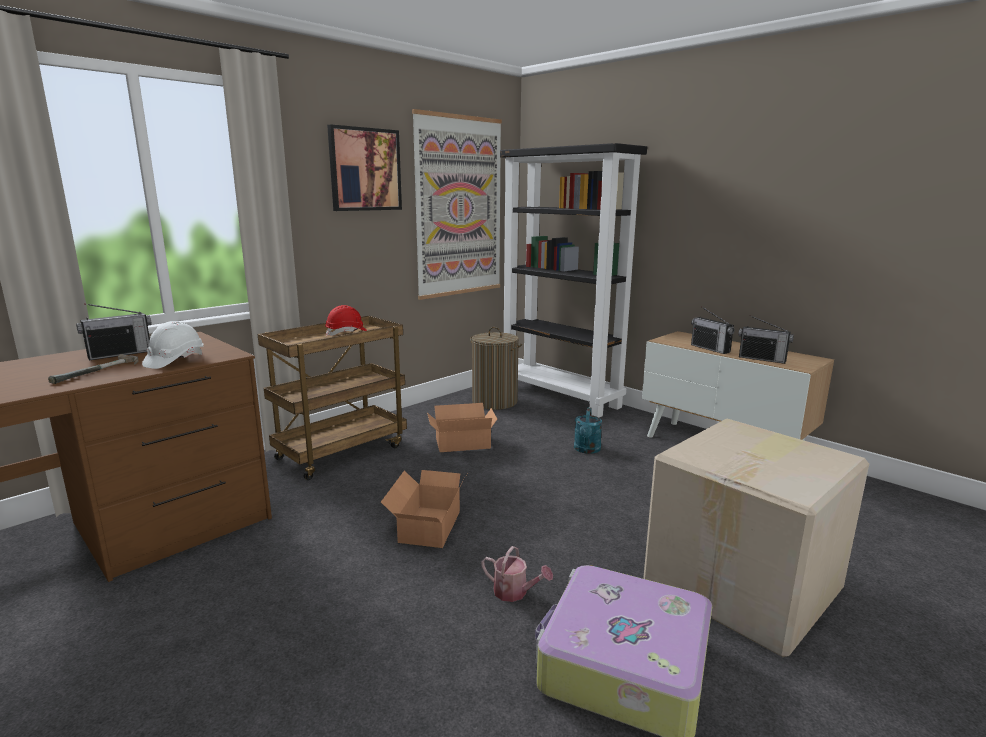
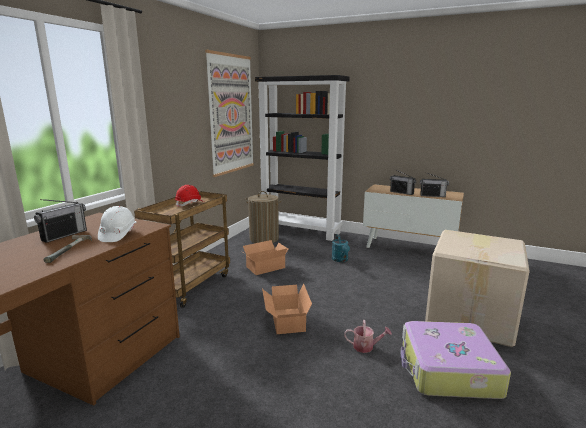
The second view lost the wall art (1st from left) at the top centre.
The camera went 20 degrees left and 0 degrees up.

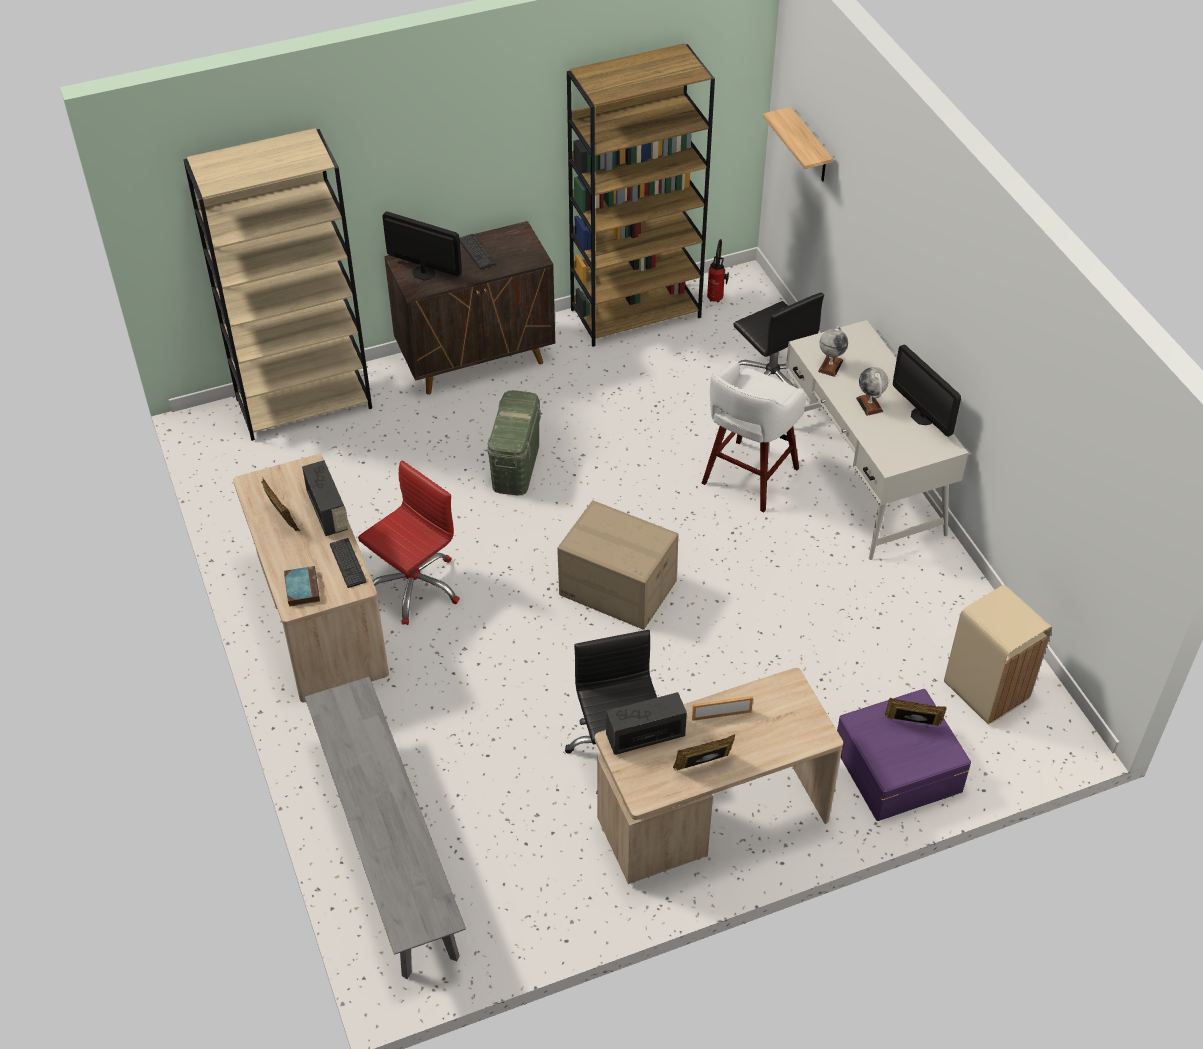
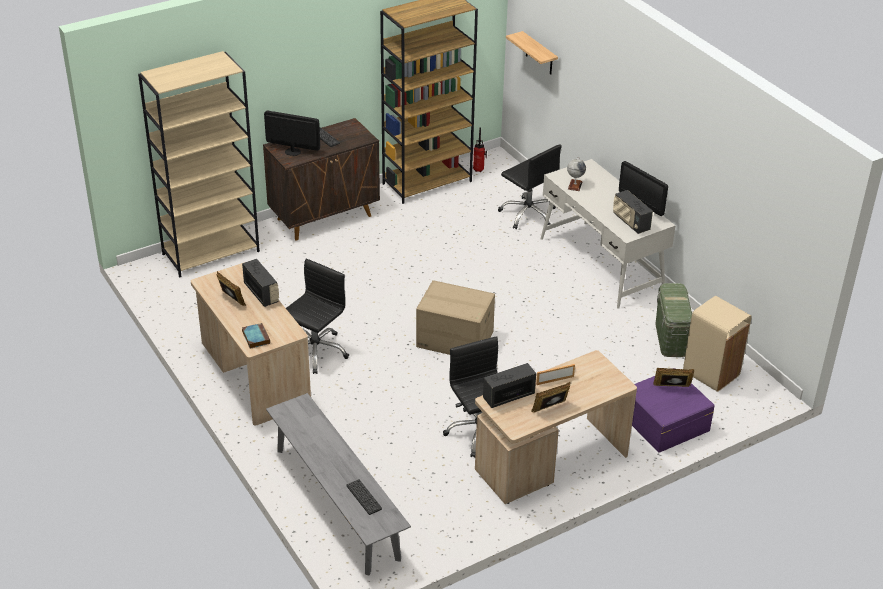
The computer keyboard (1st from left in the first image) ended up elsewhere, having gone from the middle left to the bottom centre.
What was the office chair (red) at the centre turned into the office chair (black-coloured) (1st from left) at the centre.
The storage bin (greenish) ended up elsewhere, having gone from the centre to the middle right.
The second view lost the sitting stool (white) at the centre.
The second view lost the world globe (2nd from left) at the middle right.
The second view gained the radio set (3rd from left) at the middle right.
The camera went 10 degrees left and 10 degrees down.

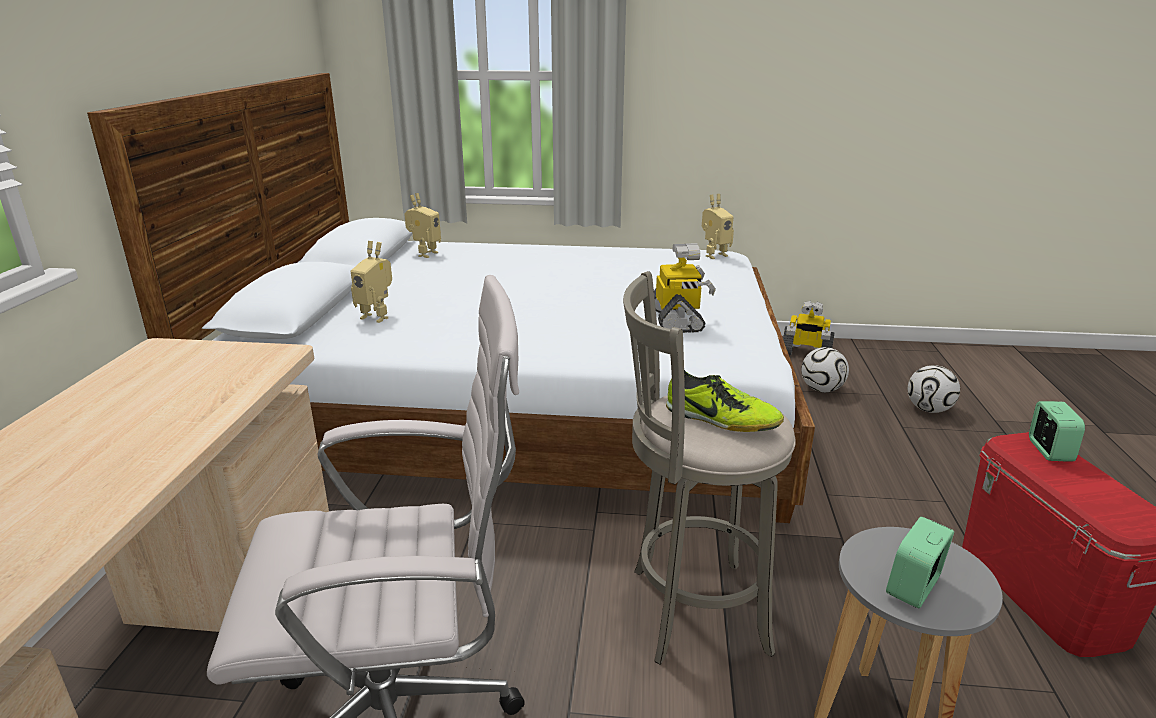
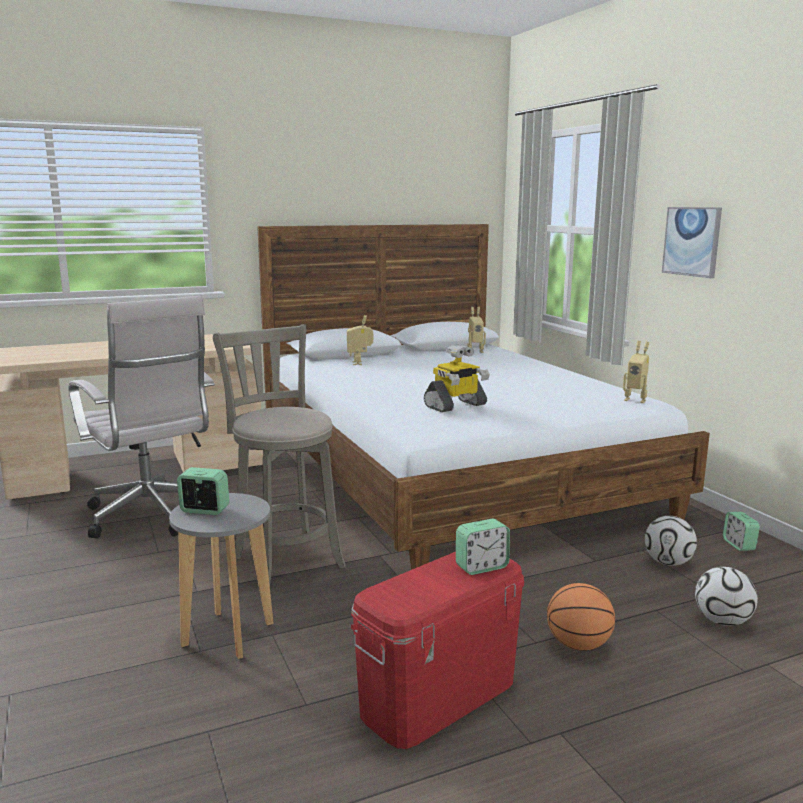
The second view lost the low shoe at the centre.
Where the model robot (5th from left) stood at the middle right, the alarm clock (3rd from left) came to stand at the middle right.
The second view gained the ball for basketball at the bottom right.
The second view gained the wall art at the top right.
The camera went 60 degrees right and 10 degrees down.

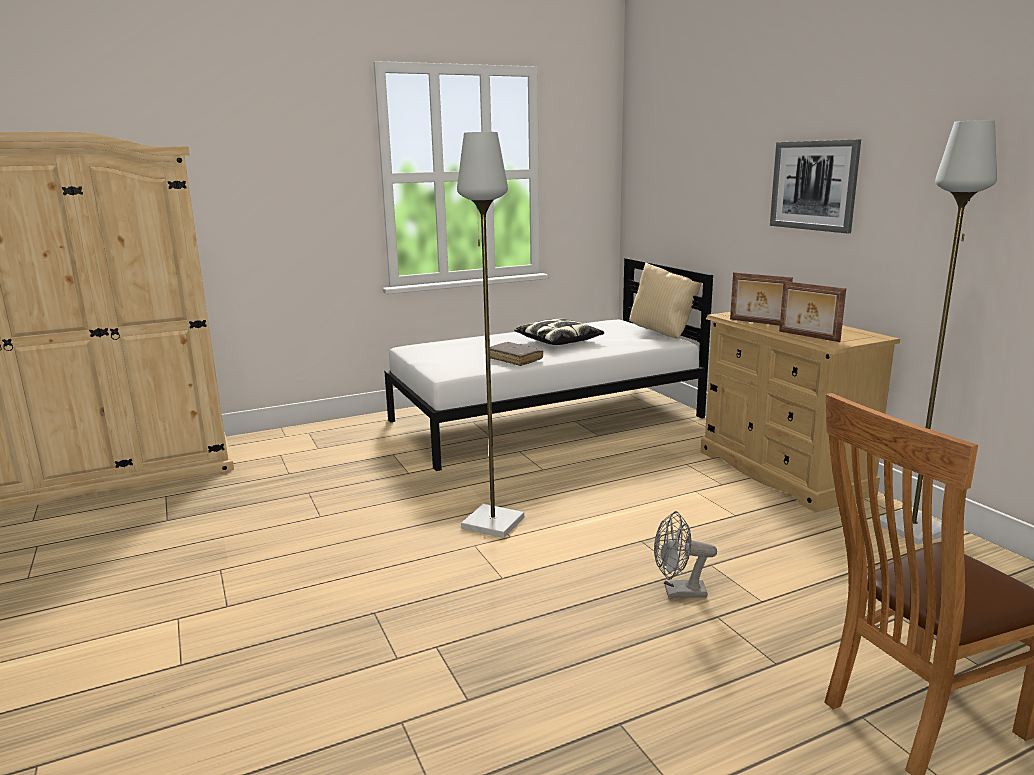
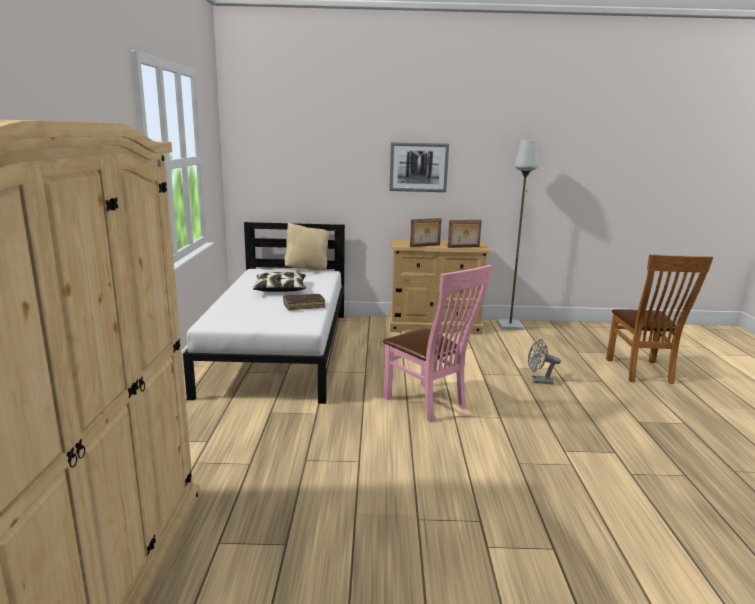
Where the standard lamp (greyish) (1st from left) stood at the centre, the upright chair (pink-coloured) came to stand at the centre.
The electric fan (greyish) at the bottom centre ended up facing another way, 75 degrees clockwise from before.
The camera went 65 degrees left and 0 degrees up.

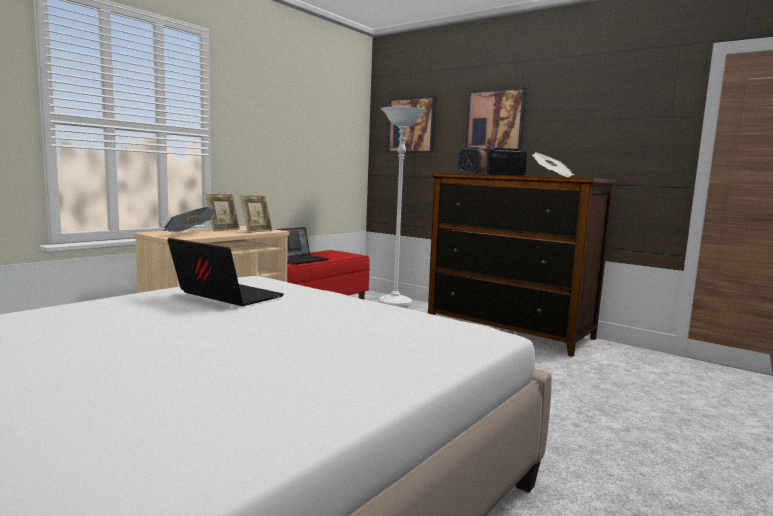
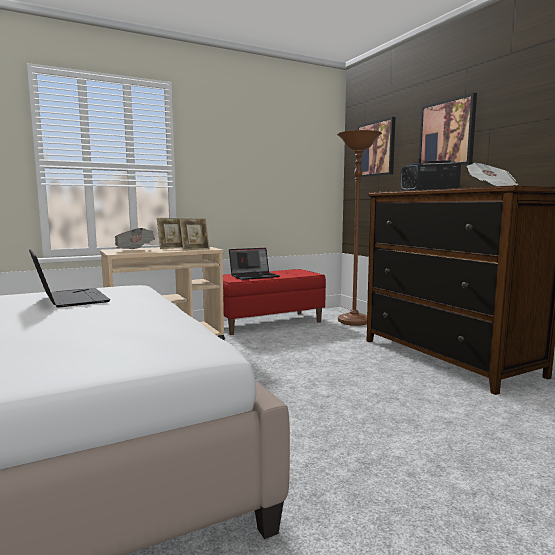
What was the standard lamp (white) at the centre turned into the standard lamp (brown) at the centre.
The camera went 25 degrees right and 0 degrees up.

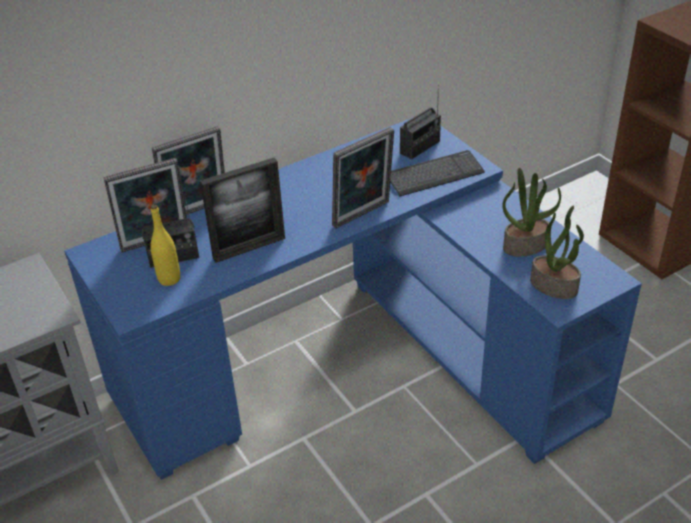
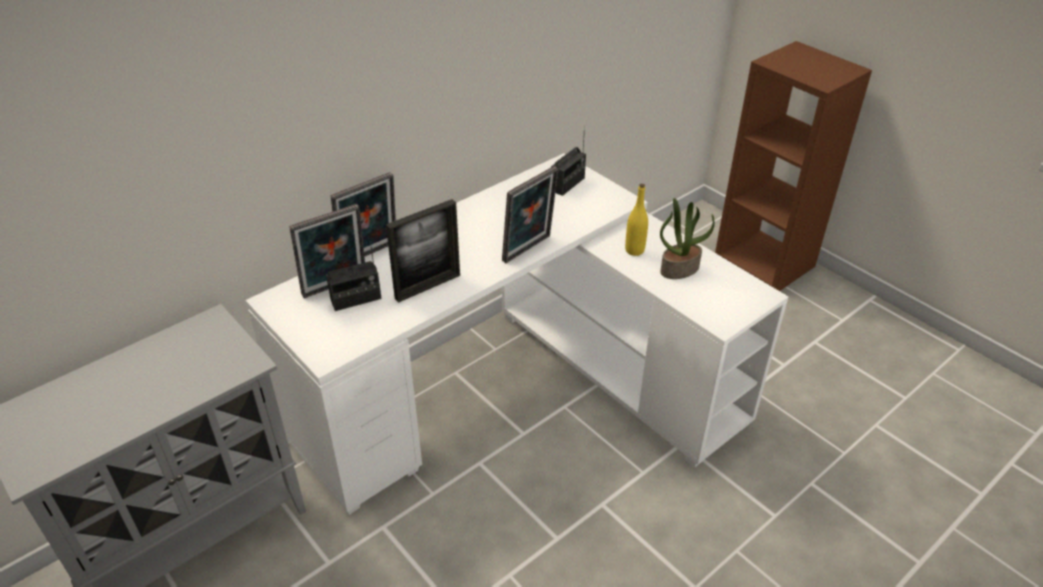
What was the desk table (bluish) at the centre turned into the desk table (white) at the centre.
The drink bottle (yellow) ended up elsewhere, having gone from the middle left to the centre.
The second view lost the computer keyboard at the top centre.
The second view lost the potted plant (2nd from left) at the middle right.
The camera went 10 degrees left and 0 degrees up.

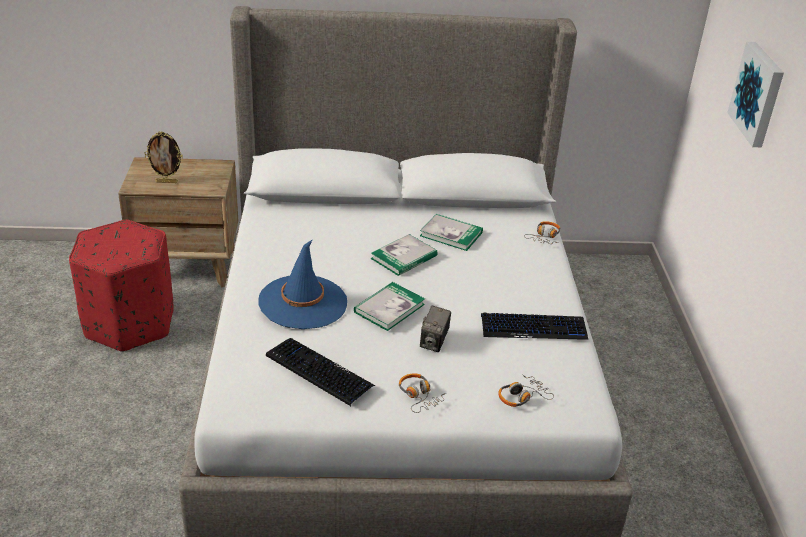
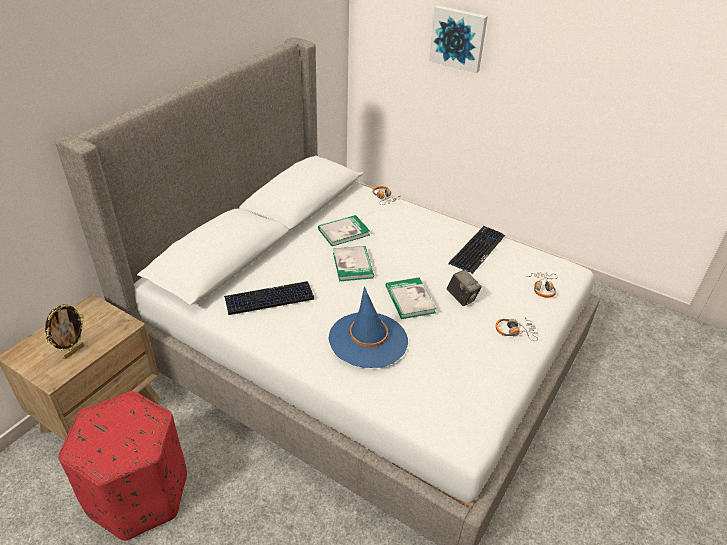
The computer keyboard (1st from left) ended up elsewhere, having gone from the bottom centre to the centre.
The camera went 55 degrees left and 5 degrees up.

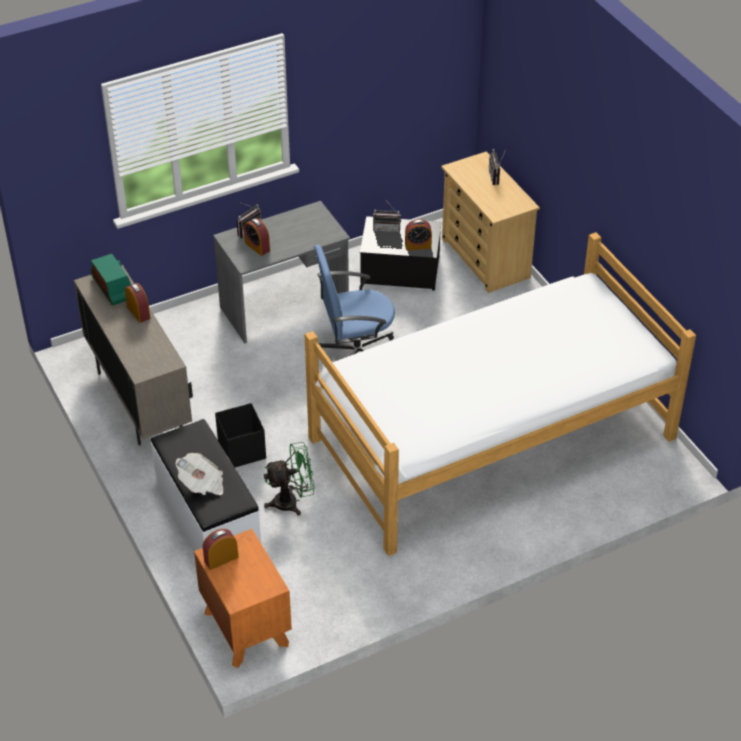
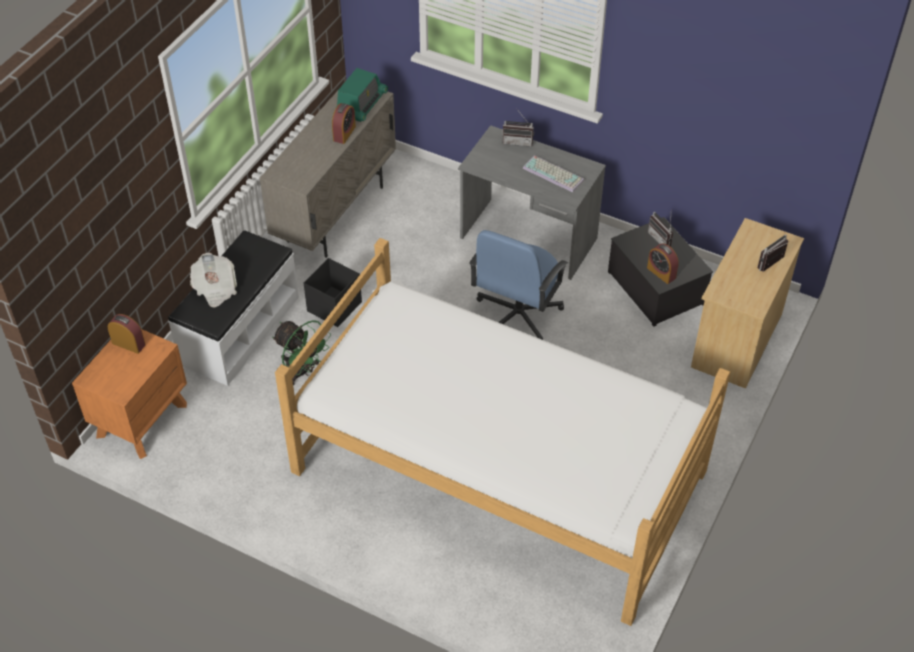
The second view lost the alarm clock (3rd from left) at the top centre.
The office chair (bluish) at the centre ended up facing another way, 105 degrees counterclockwise from before.
The second view gained the computer keyboard at the top centre.
The camera went 55 degrees right and 5 degrees up.

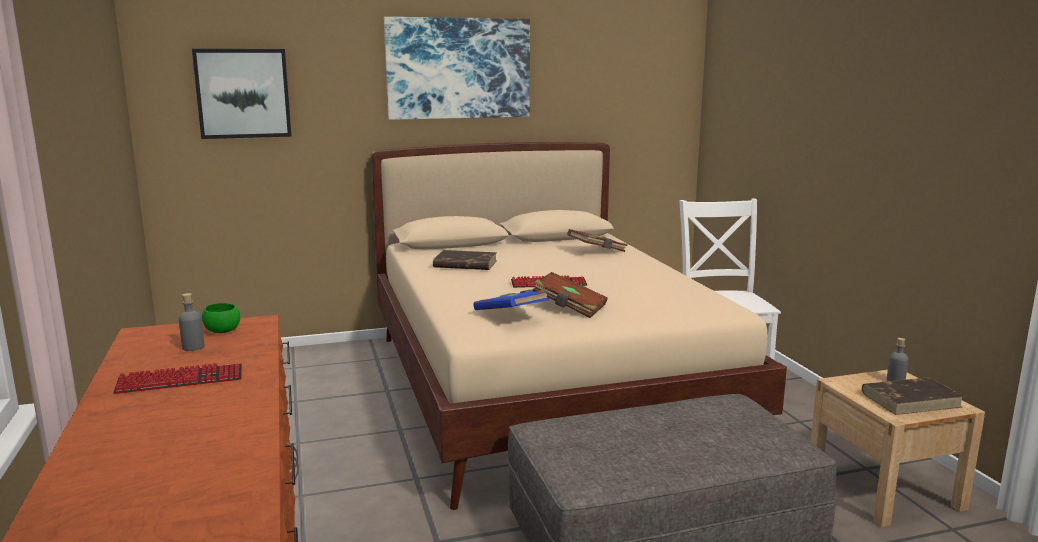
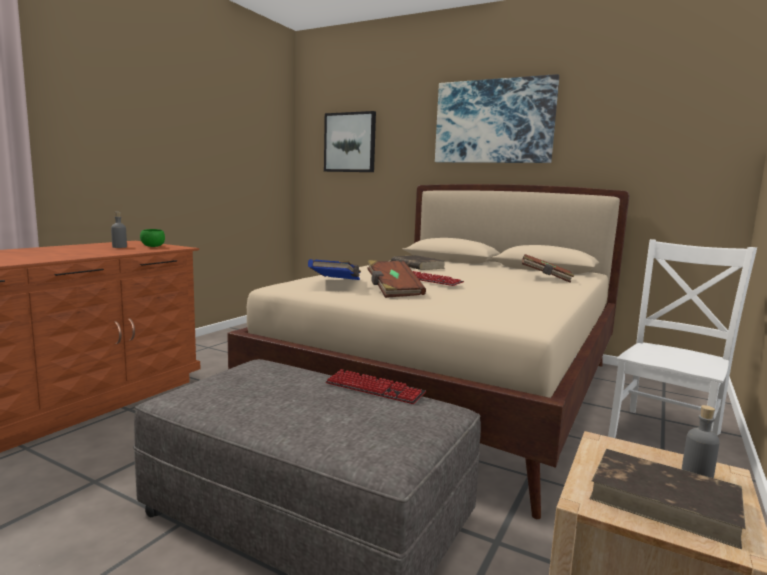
The computer keyboard (1st from left) ended up elsewhere, having gone from the bottom left to the bottom centre.
The camera went 45 degrees right and 5 degrees down.

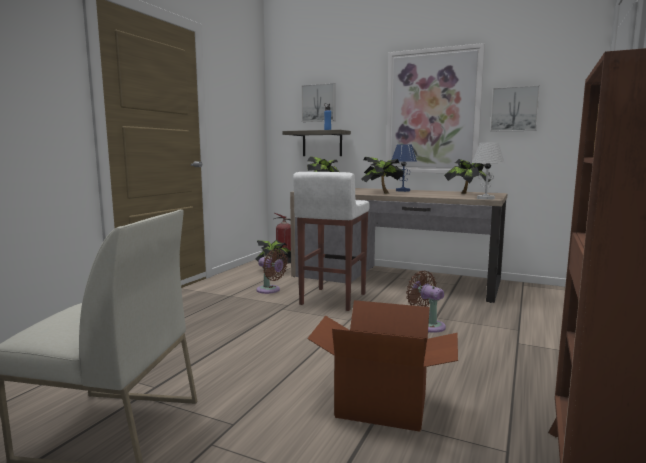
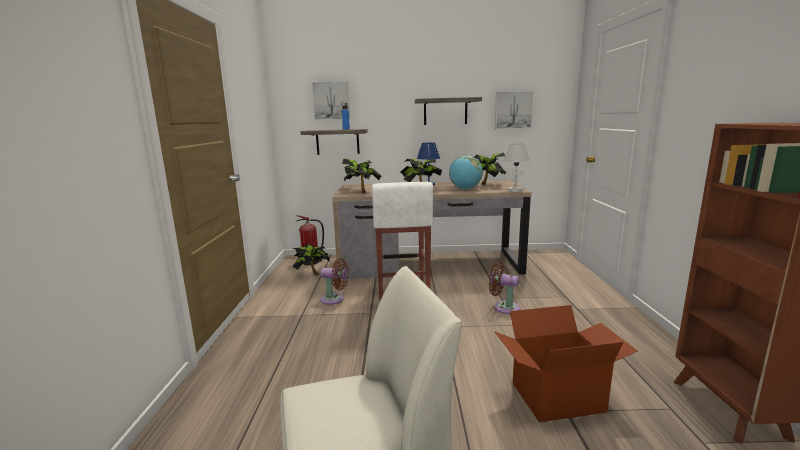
Where the wall art (2nd from left) hung at the top right, the shelf (2nd from left) came to hang at the top centre.
The second view gained the world globe at the centre.
The camera went 25 degrees left and 5 degrees up.

